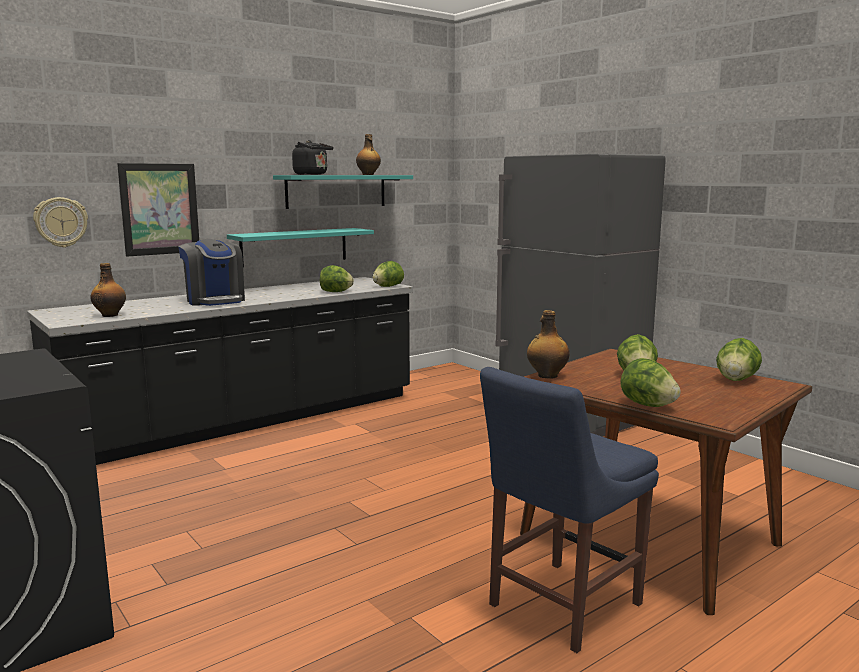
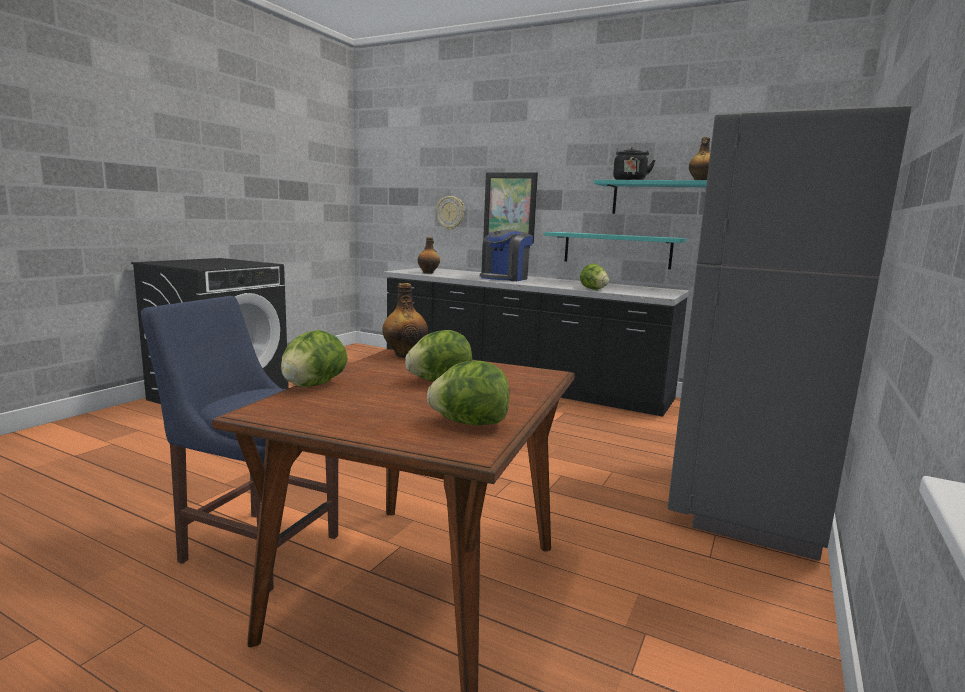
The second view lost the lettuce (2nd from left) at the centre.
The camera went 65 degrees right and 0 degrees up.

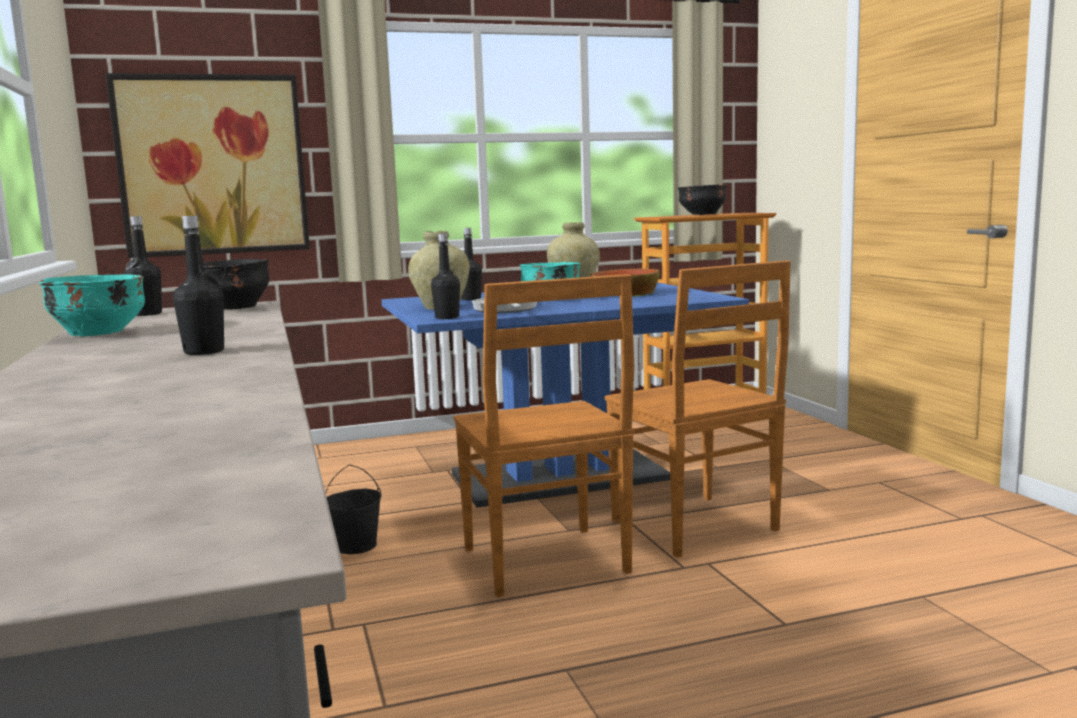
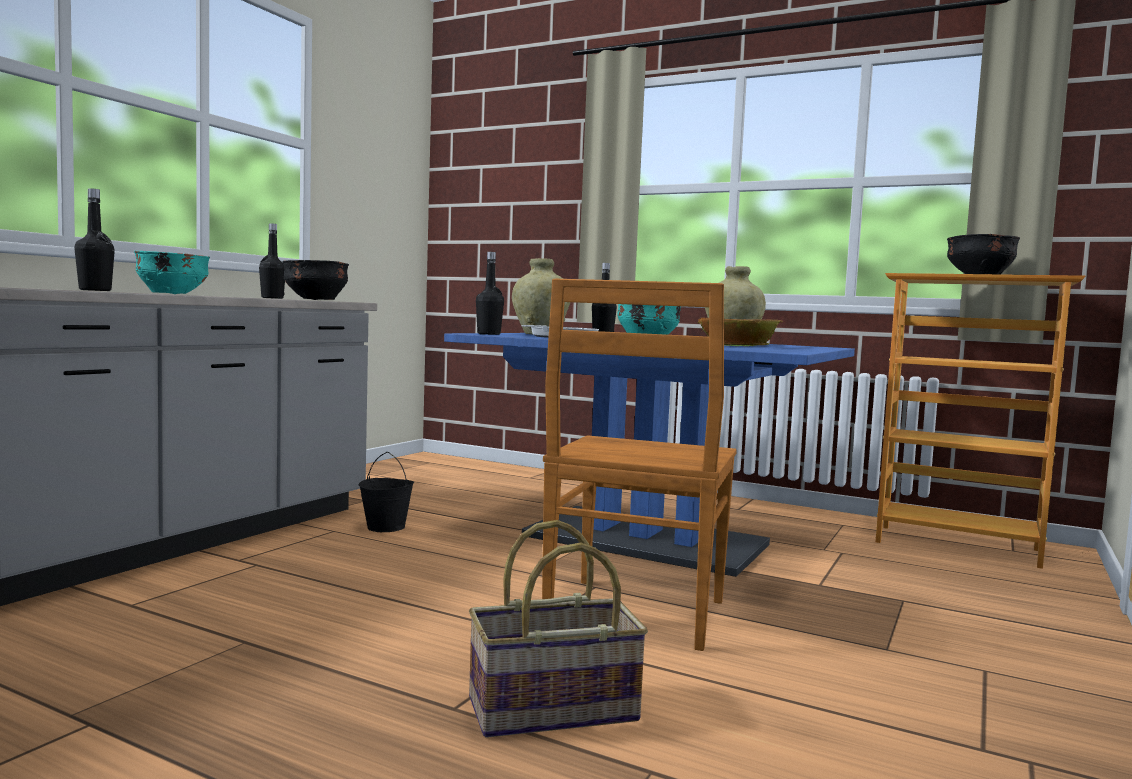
The second view lost the wall art at the top left.
The second view lost the upright chair (brown) (1st from left) at the centre.
The second view gained the basket at the bottom centre.
The camera went 45 degrees right and 5 degrees down.

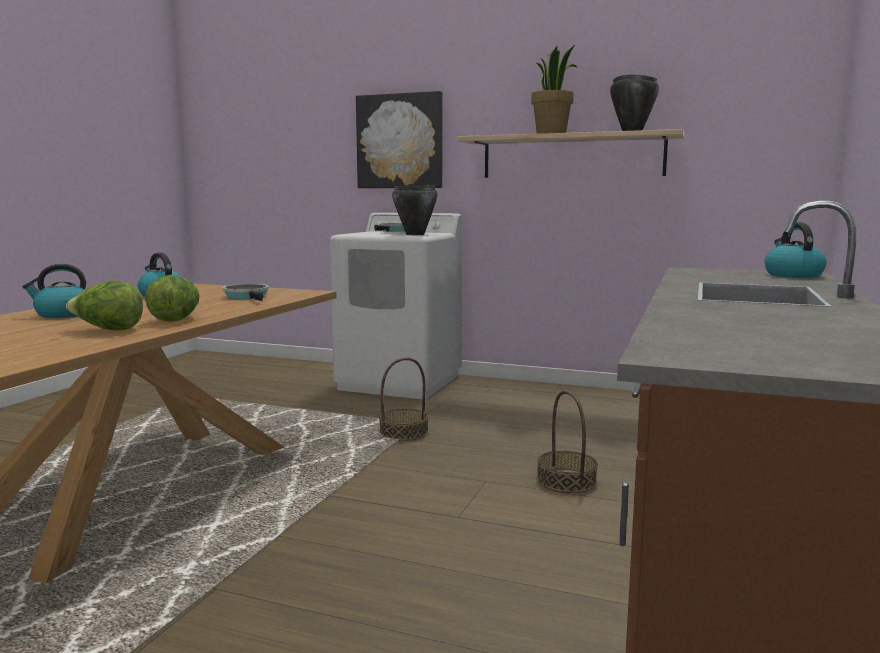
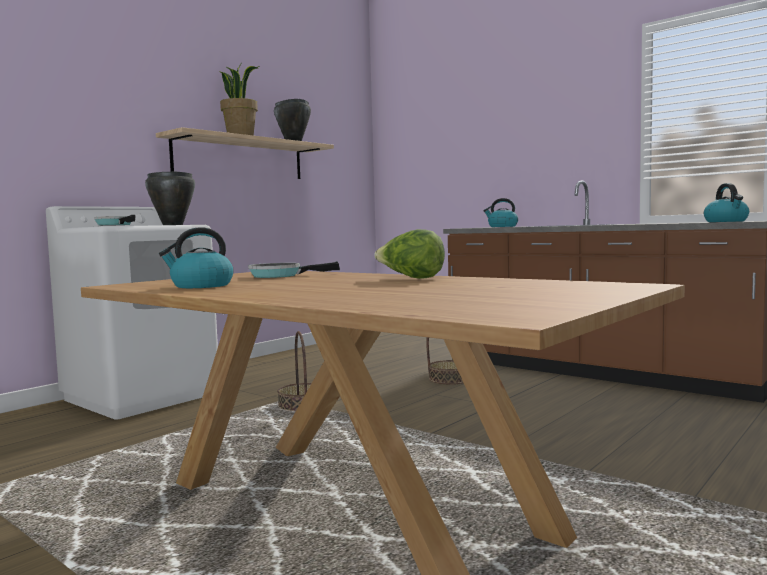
The water kettle (1st from left in the first image) ended up elsewhere, having gone from the middle left to the middle right.
The second view lost the lettuce (1st from left) at the middle left.
The second view lost the wall art at the top centre.
The camera went 70 degrees left and 5 degrees down.

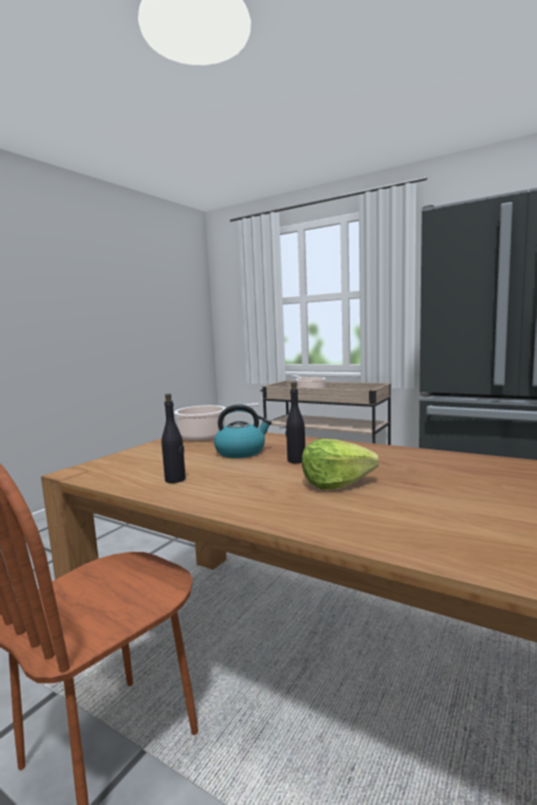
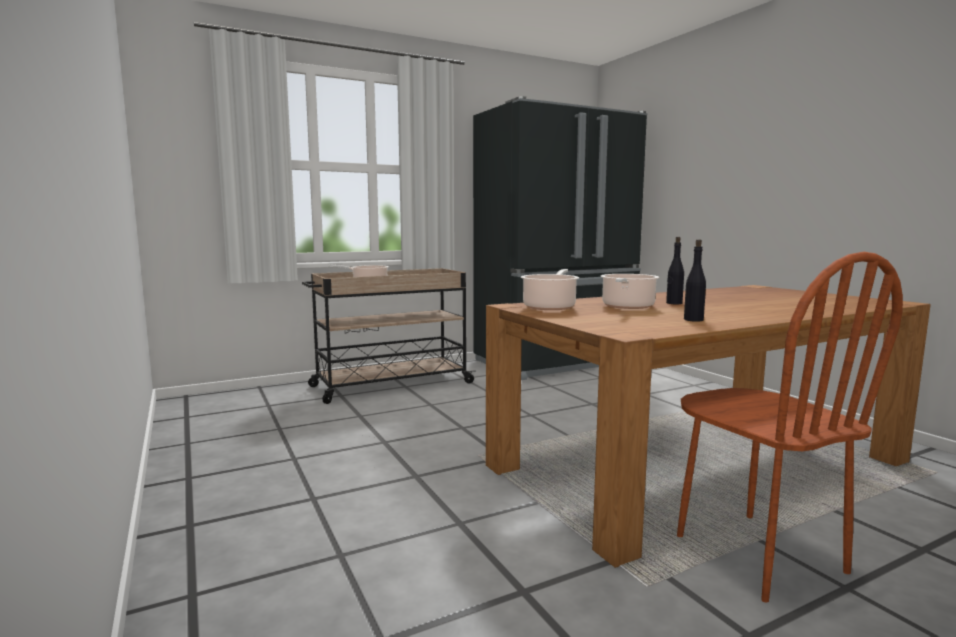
Where the water kettle stood at the centre, the cooking pot (3rd from left) came to stand at the centre.
The second view lost the lettuce at the centre.
The camera went 60 degrees left and 0 degrees up.

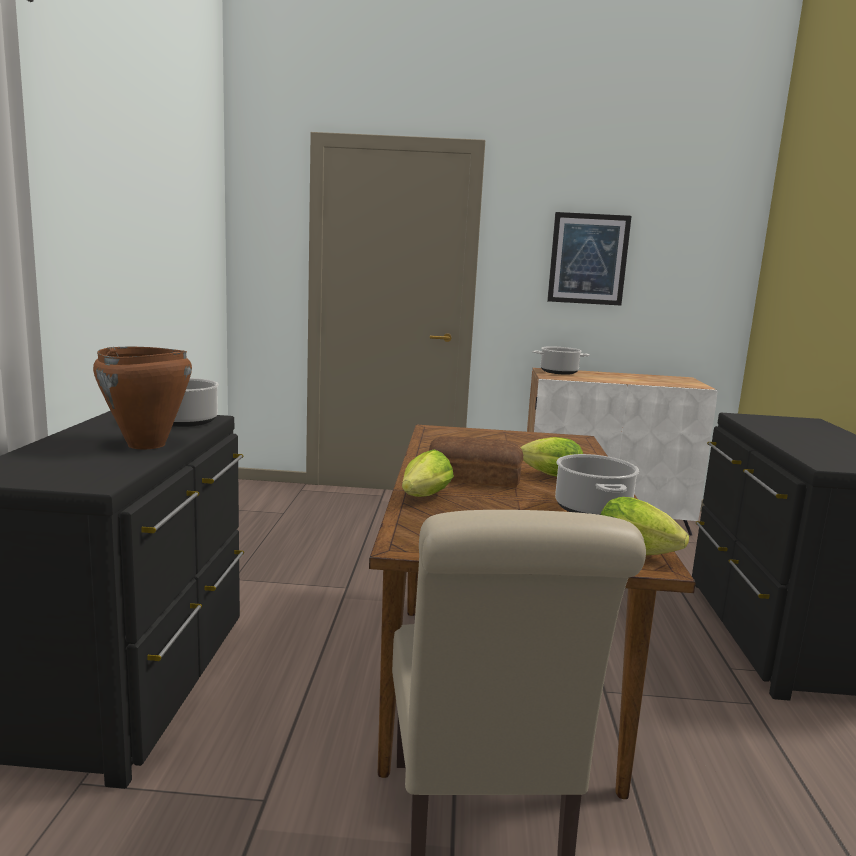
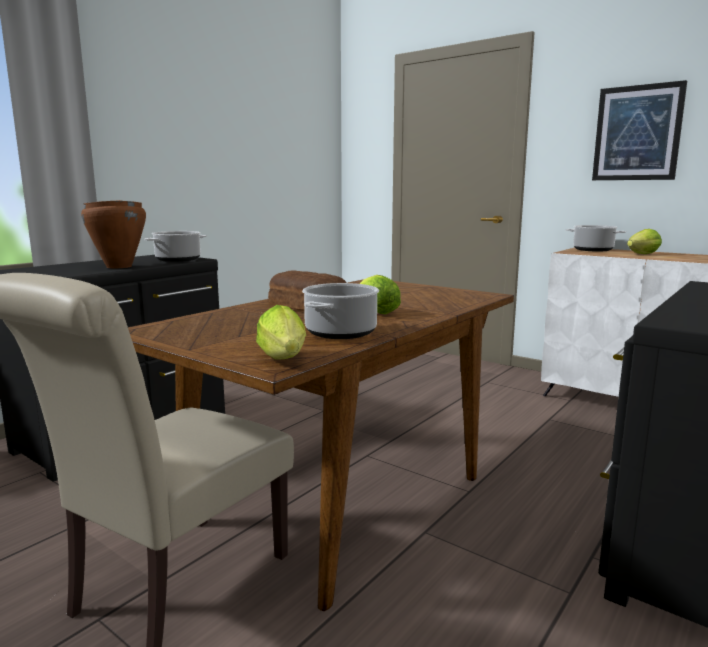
The lettuce (1st from left in the first image) ended up elsewhere, having gone from the centre to the middle right.
The camera went 35 degrees right and 0 degrees up.

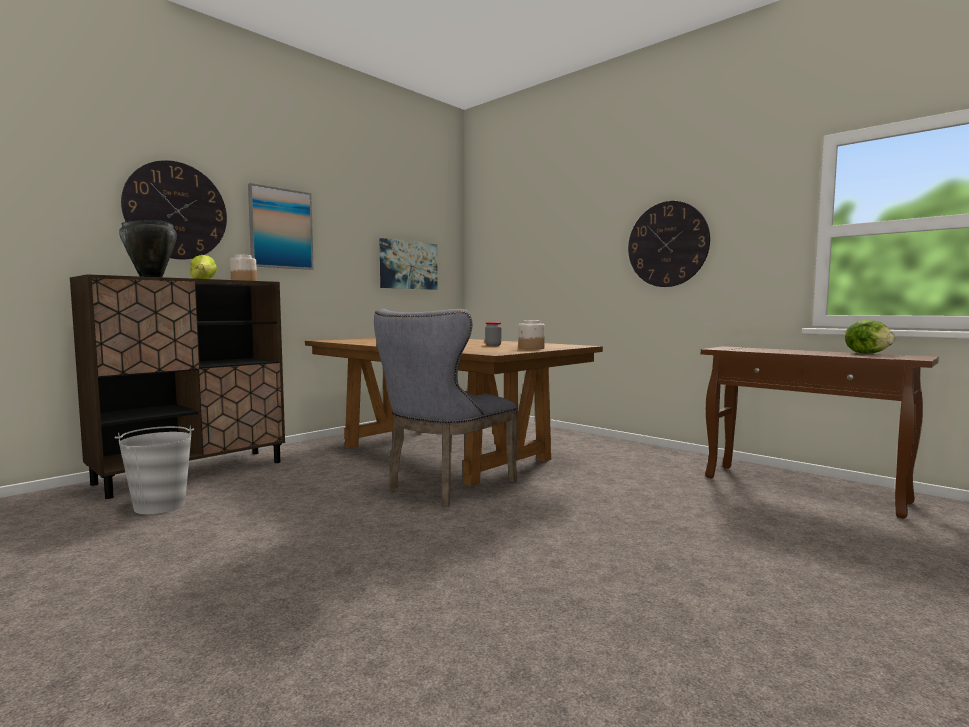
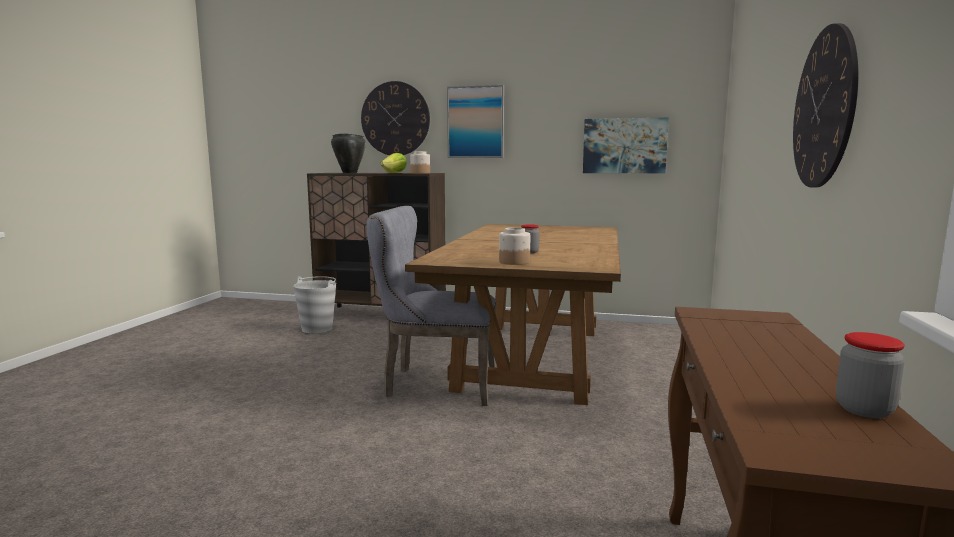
Where the lettuce (2nd from left) stood at the middle right, the jar (4th from left) came to stand at the bottom right.
The camera went 60 degrees right and 5 degrees up.

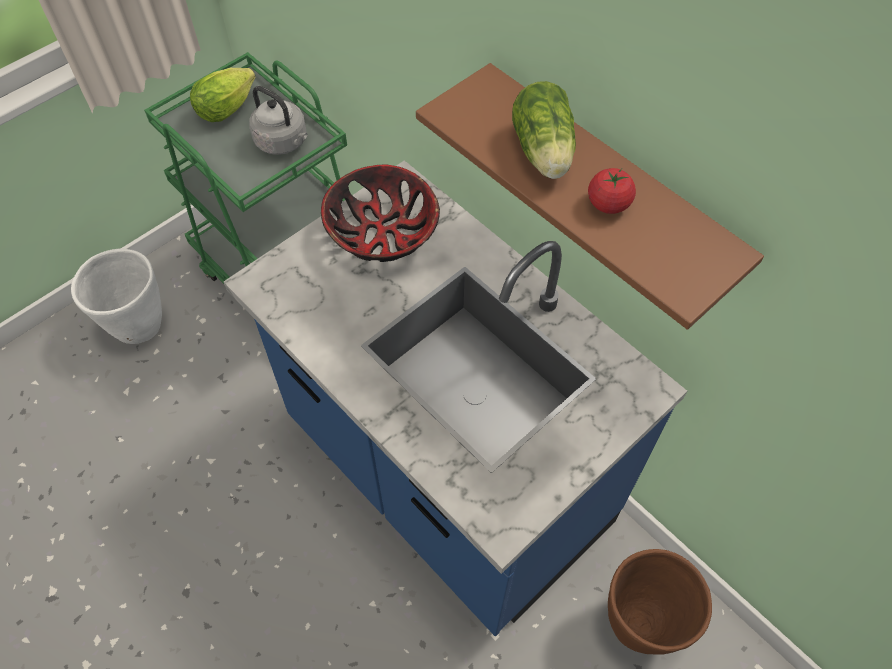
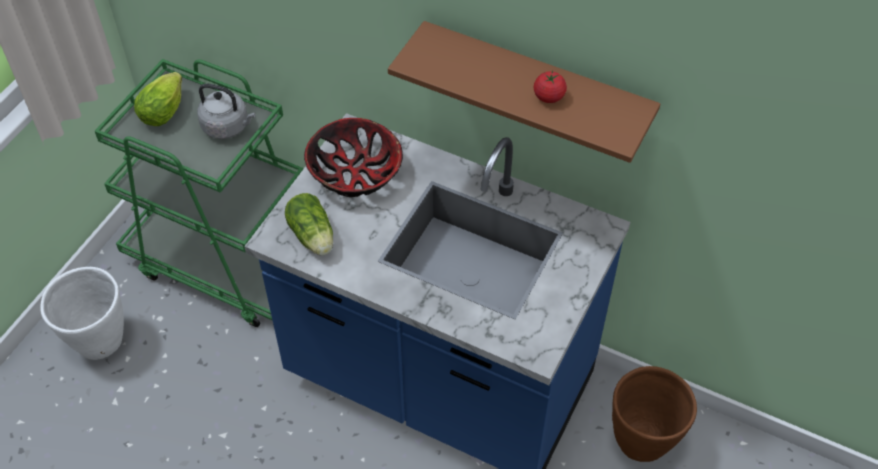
The lettuce (2nd from left) ended up elsewhere, having gone from the top centre to the centre.
The camera went 20 degrees left and 5 degrees down.

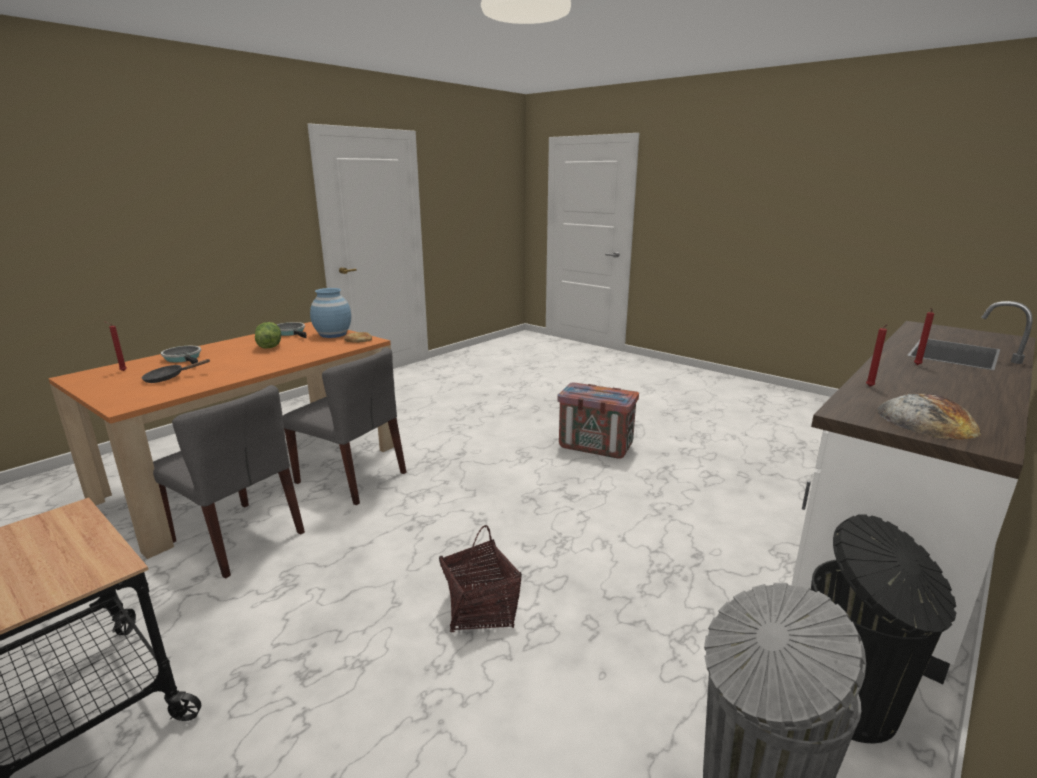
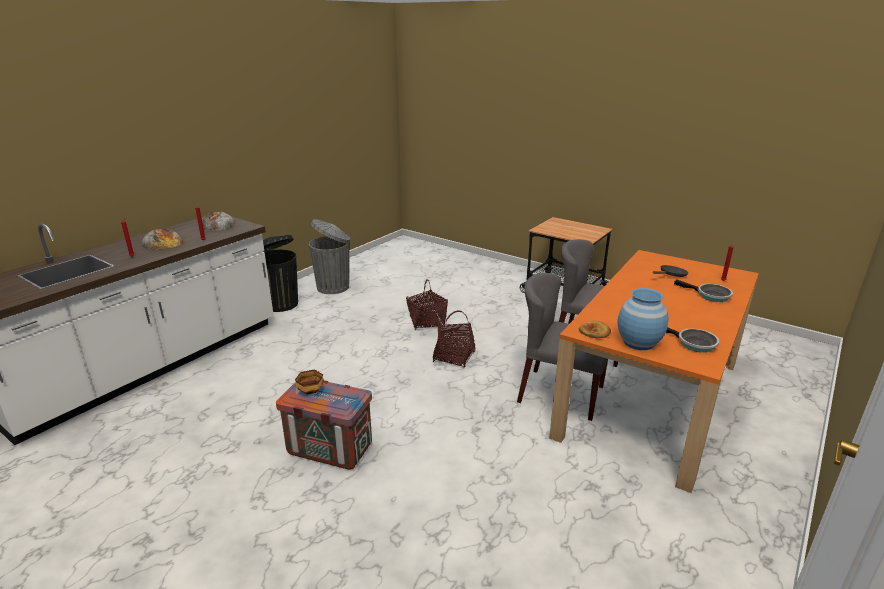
The second view lost the lettuce at the middle left.
The second view gained the bakery bread (1st from left) at the middle left.
The second view gained the bowl at the centre.
The second view gained the basket (2nd from left) at the centre.
The camera went 175 degrees right and 5 degrees up.

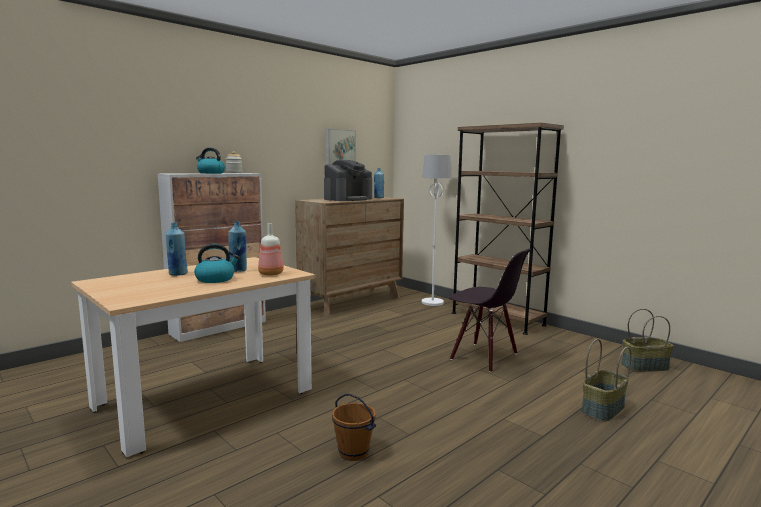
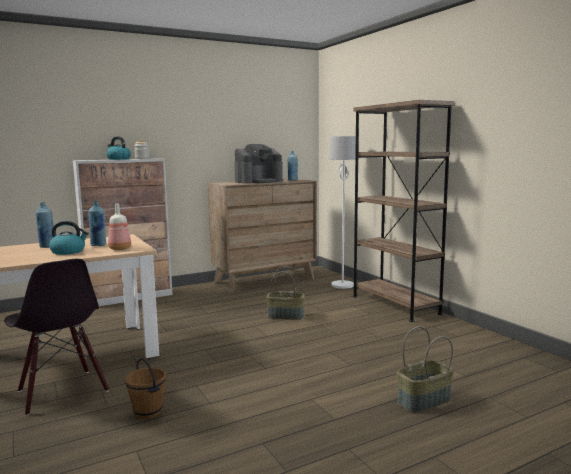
The second view lost the wall art at the top centre.
The upright chair (black-coloured) ended up elsewhere, having gone from the centre to the bottom left.
The basket (2nd from left in the first image) ended up elsewhere, having gone from the bottom right to the centre.
The camera went 15 degrees right and 0 degrees up.

